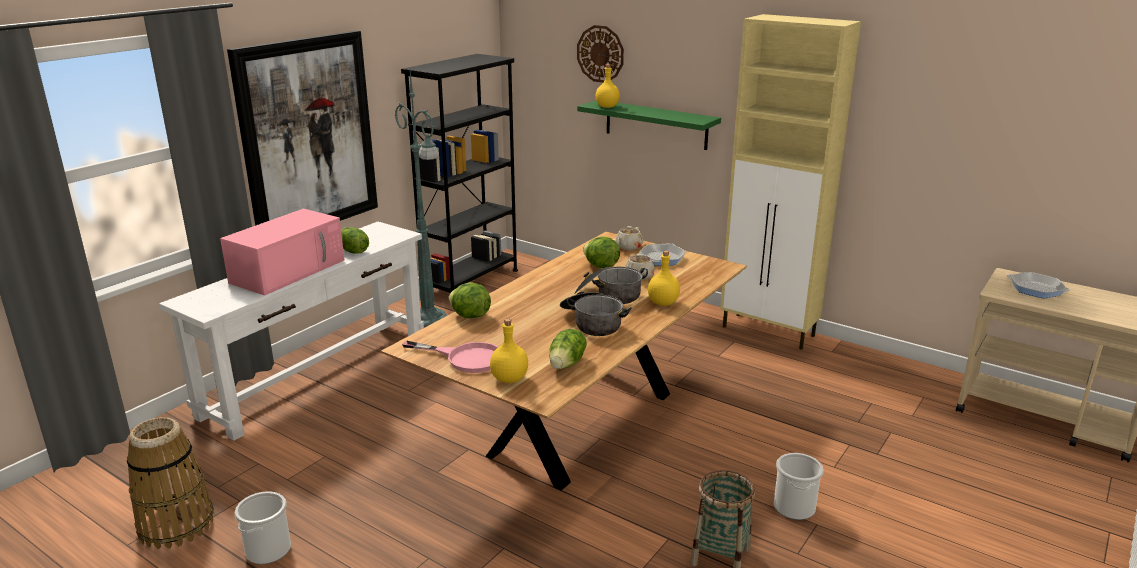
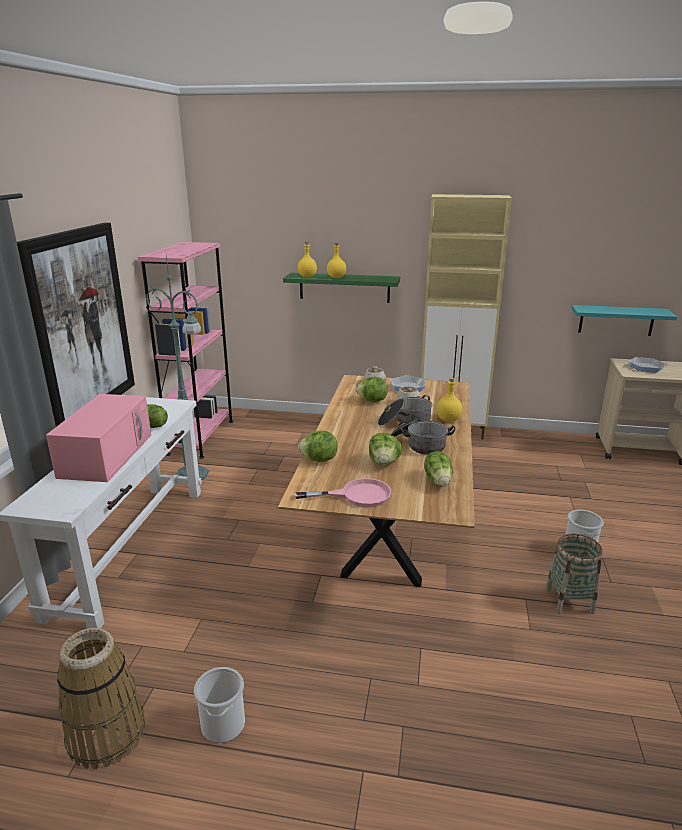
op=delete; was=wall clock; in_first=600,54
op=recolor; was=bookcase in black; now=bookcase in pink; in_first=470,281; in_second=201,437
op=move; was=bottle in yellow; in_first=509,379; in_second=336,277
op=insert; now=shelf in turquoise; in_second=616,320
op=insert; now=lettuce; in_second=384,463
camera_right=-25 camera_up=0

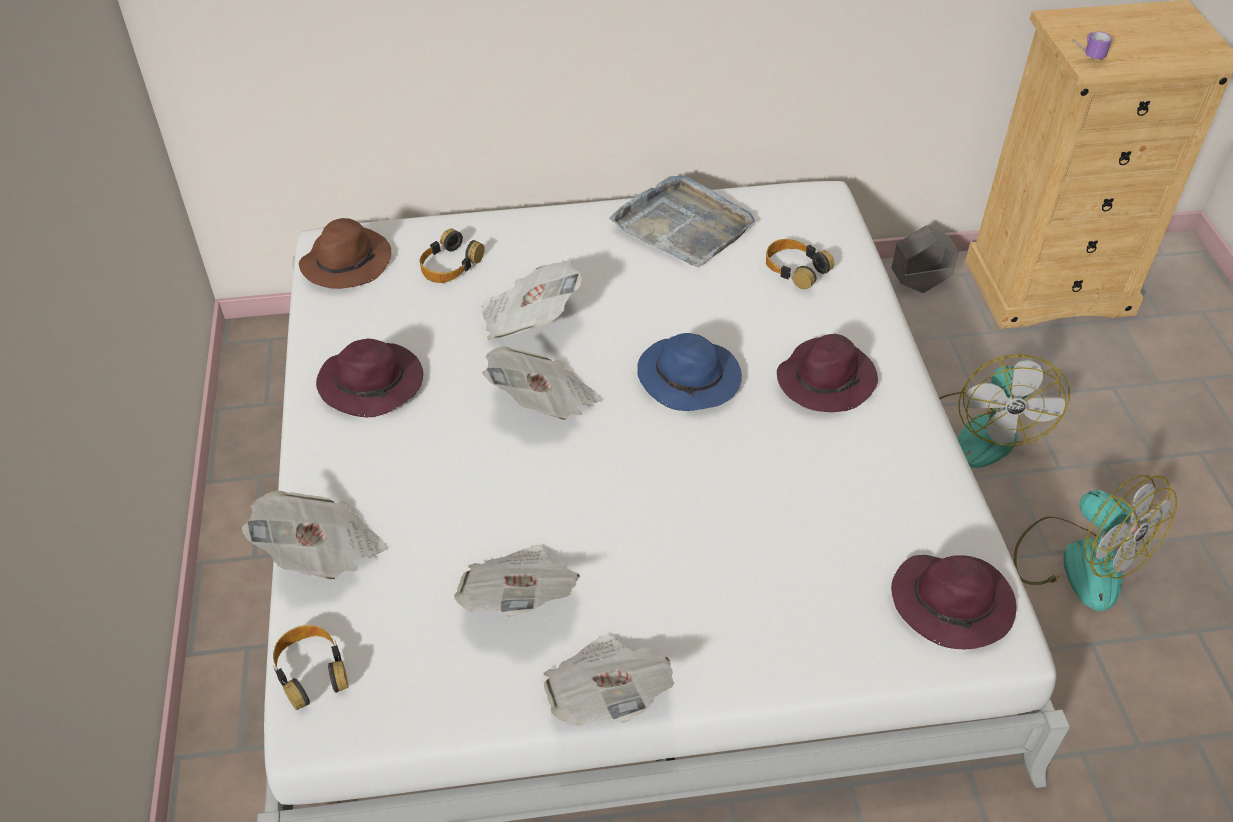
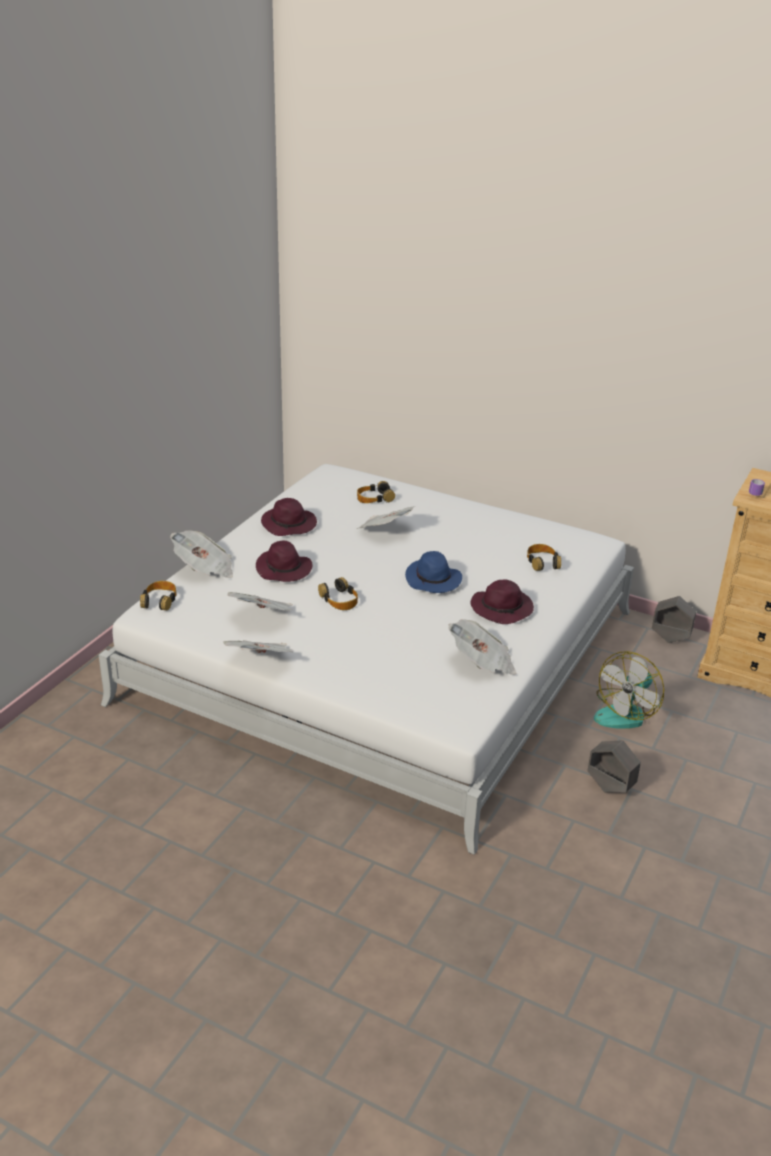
op=delete; was=tray in grey; in_first=683,225
op=delete; was=hat in brown; in_first=347,261
op=move; was=newspaper; in_first=544,403; in_second=482,663
op=replace; was=fan; now=planter in grey; in_first=1077,561; in_second=610,787
op=move; was=hat in purple; in_first=953,603; in_second=284,569
op=insert; now=headphones; in_second=339,600
camera_right=35 camera_up=-15

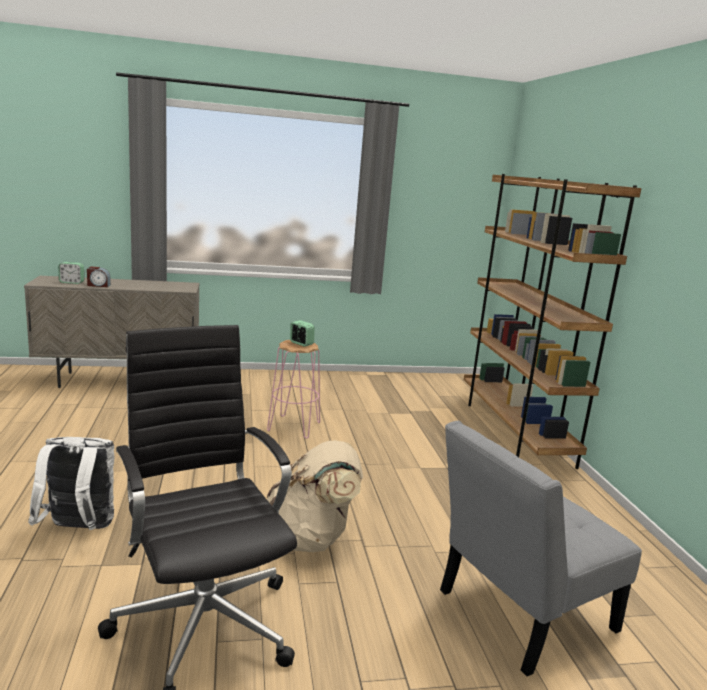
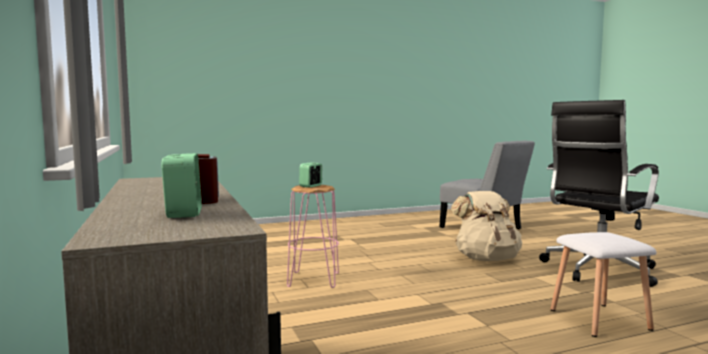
op=delete; was=bookcase in brown; in_first=514,430
op=replace; was=backpack in white; now=stool in white; in_first=78,529; in_second=601,320
camera_right=-100 camera_up=-10

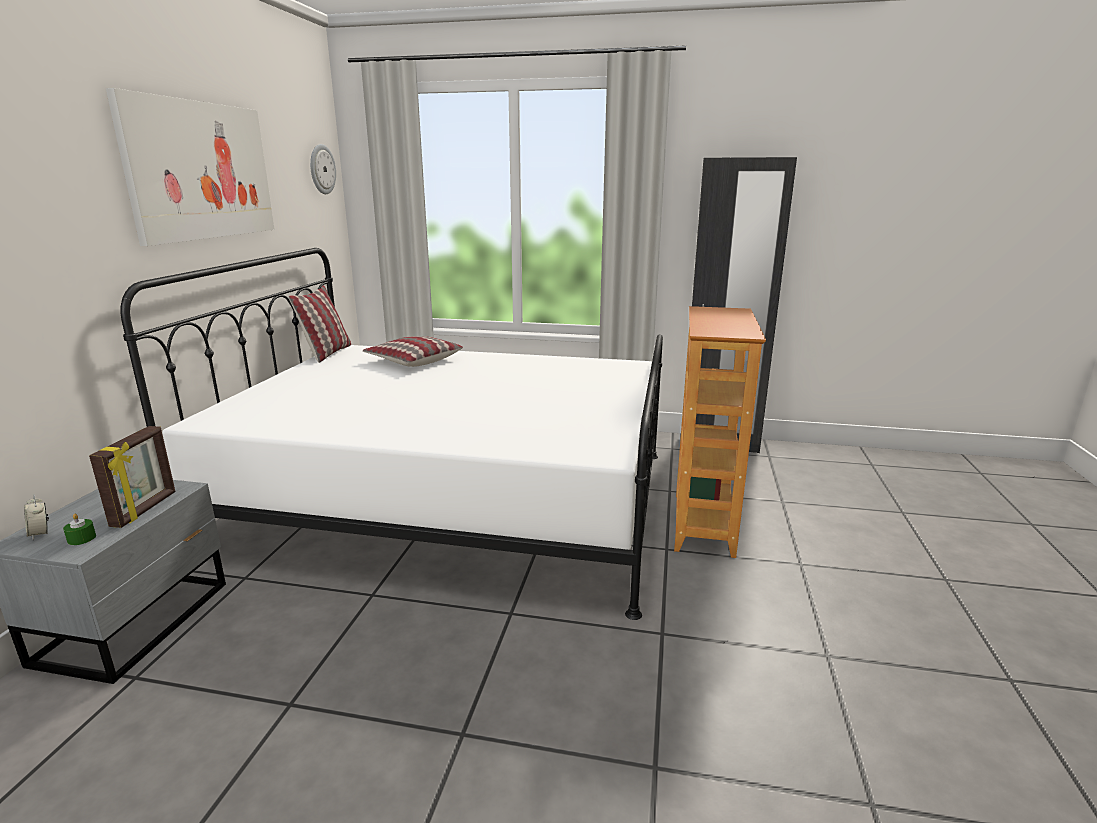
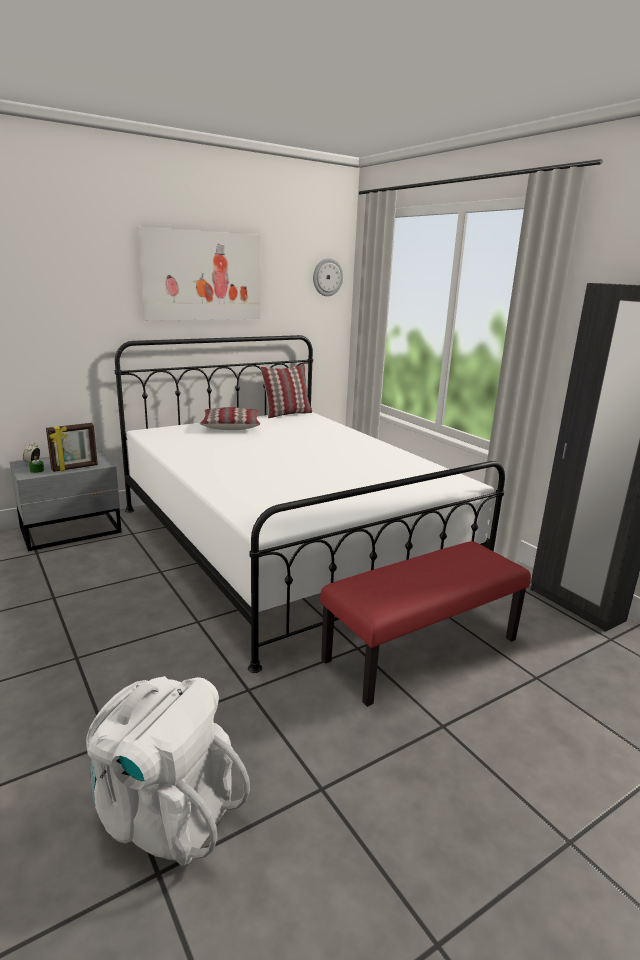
op=replace; was=bookcase; now=bench in red; in_first=701,523; in_second=421,649
op=move; was=pillow; in_first=413,360; in_second=231,426
op=insert; now=backpack in white; in_second=165,813
camera_right=45 camera_up=0

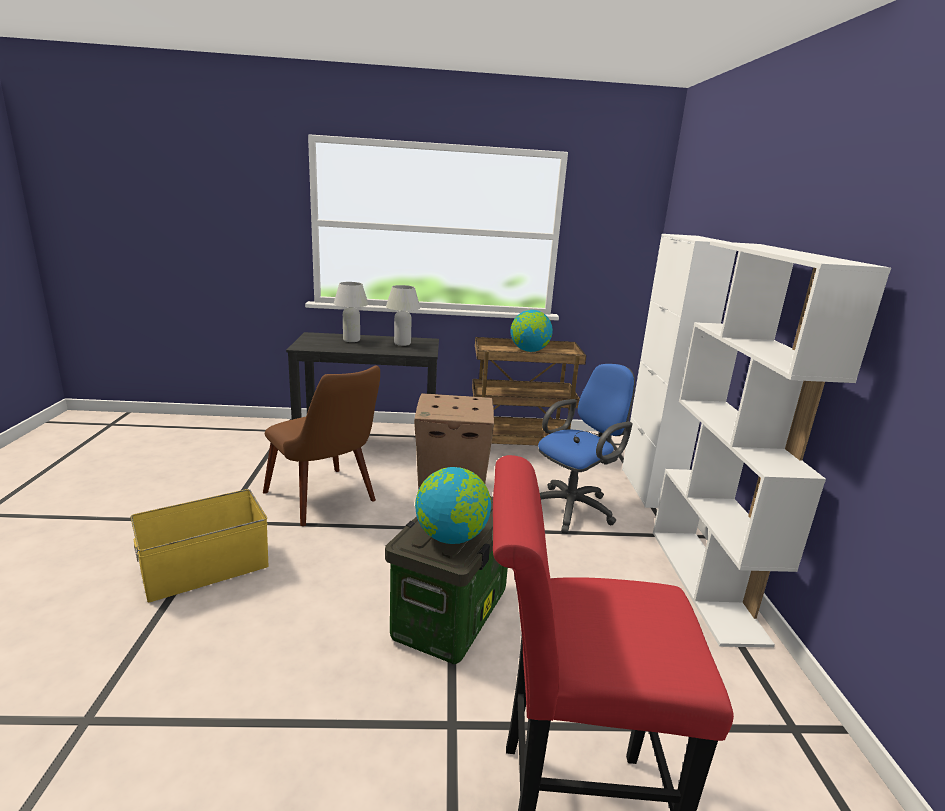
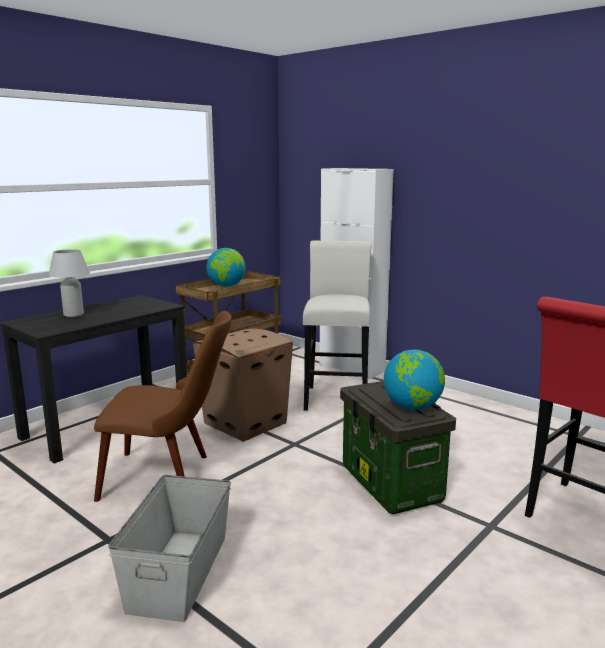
op=delete; was=bookcase in white; in_first=706,583
op=delete; was=table lamp in white; in_first=402,343
op=replace; was=office chair in blue; now=stool in white; in_first=574,508; in_second=337,397
op=recolor; was=storage box in yellow; now=storage box in grey; in_first=205,569; in_second=178,572
camera_right=-45 camera_up=-5

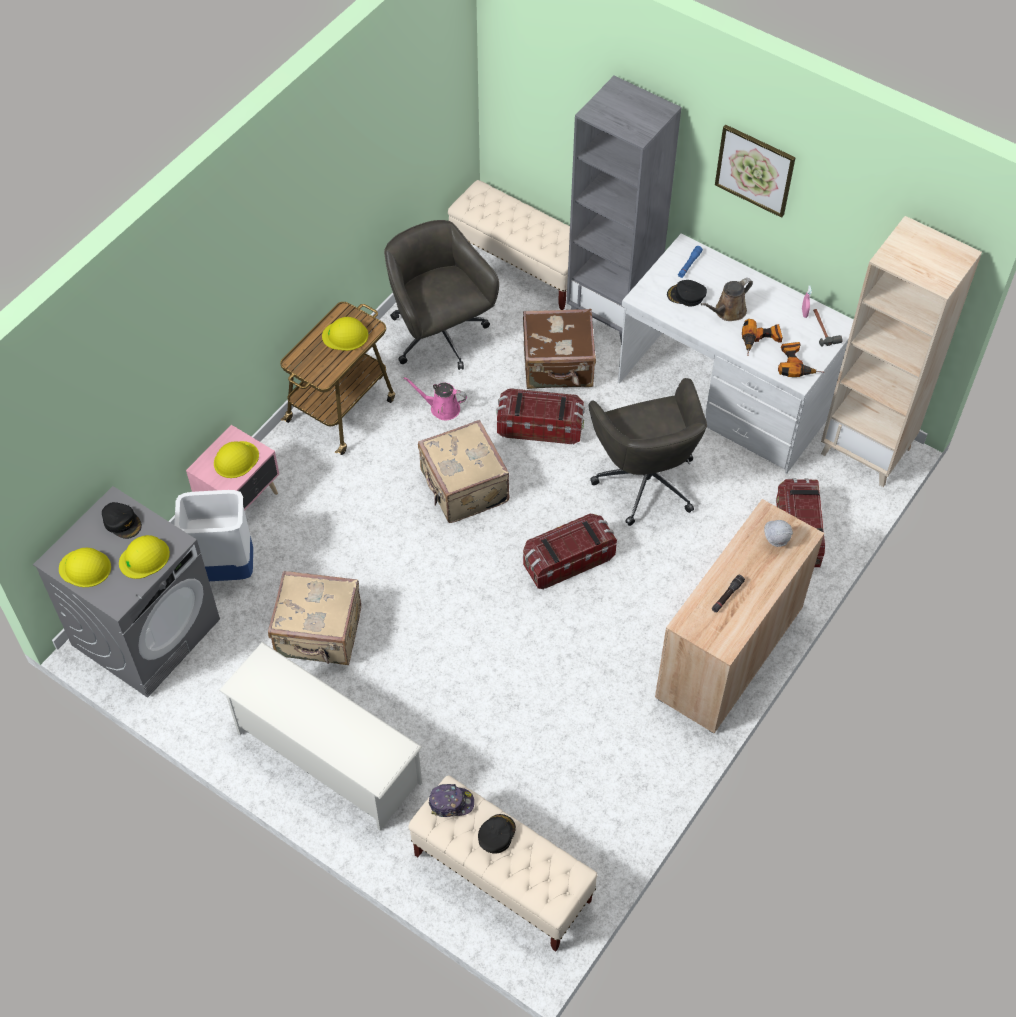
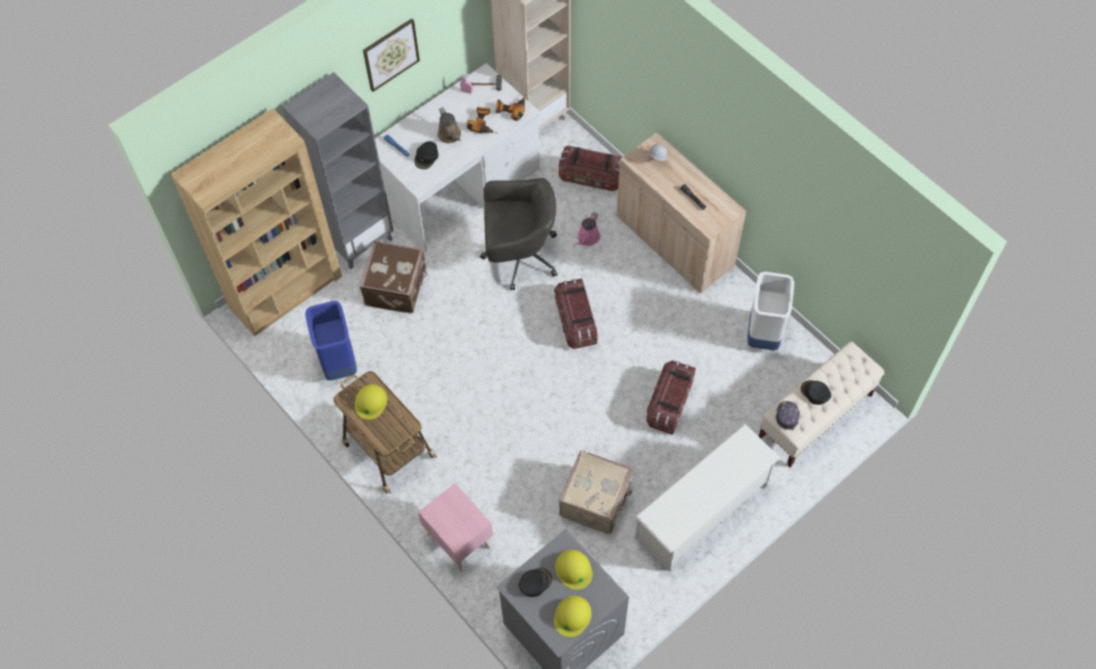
op=replace; was=bench in beige; now=bookcase in brown; in_first=520,266; in_second=286,291
op=replace; was=office chair in grey; now=trash can in blue; in_first=439,337; in_second=338,364
op=move; was=watering can in pink; in_first=441,408; in_second=587,238
op=move; was=storage box; in_first=540,427; in_second=669,403
op=delete; was=suitcase in beige; in_first=463,488
op=delete; was=hard hat in yellow; in_first=236,460
op=move; was=trash can in white; in_first=225,569; in_second=763,334
camera_right=-75 camera_up=5

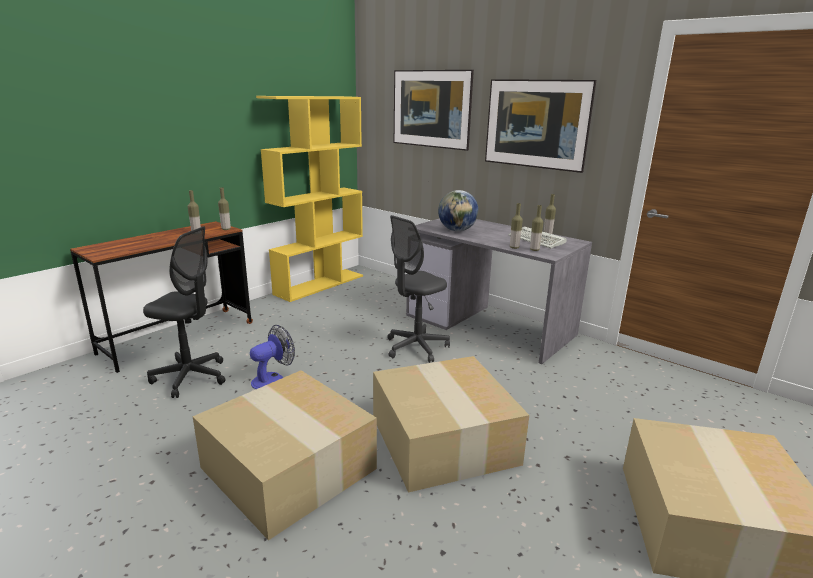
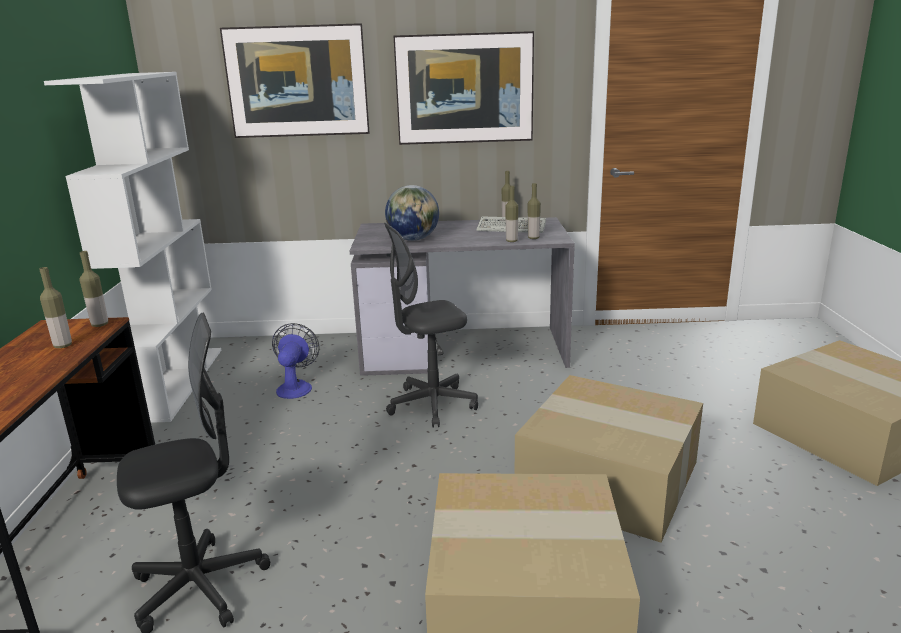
op=recolor; was=bookcase in yellow; now=bookcase in white; in_first=320,284; in_second=176,382
op=rotate; was=office chair in grey; in_first=416,347; in_second=432,405; clockwise=60
op=move; was=fan; in_first=273,379; in_second=296,386
camera_right=-40 camera_up=0

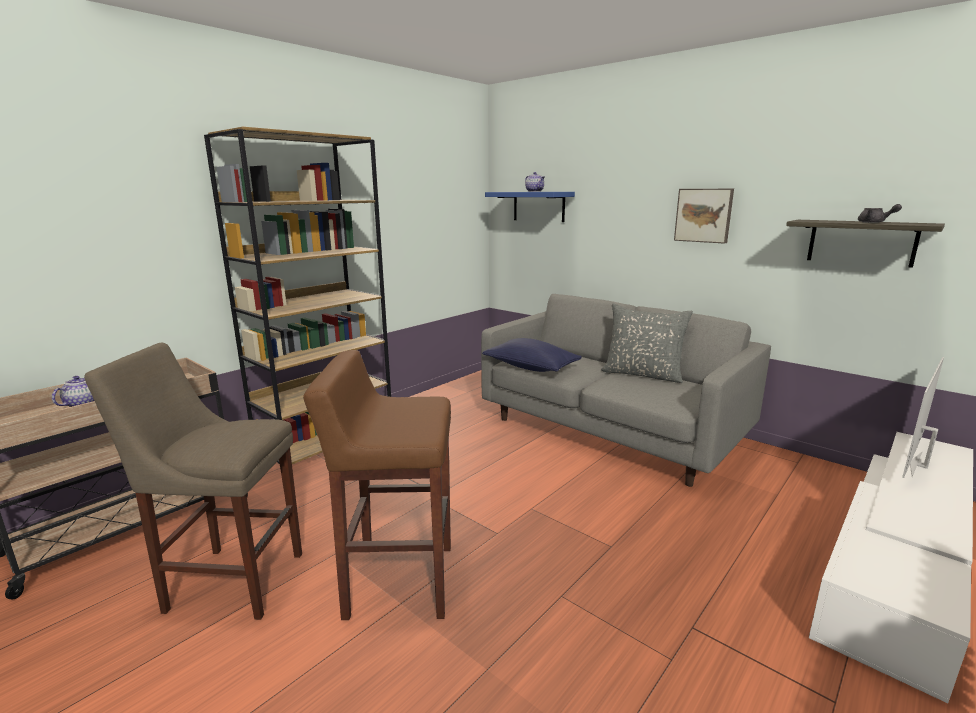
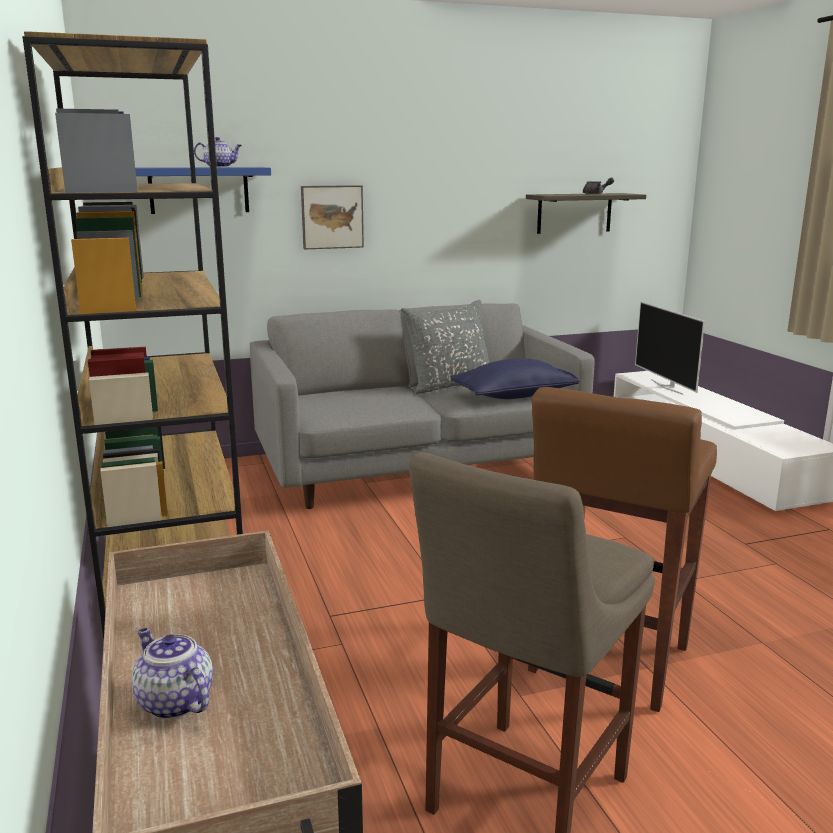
op=move; was=picture; in_first=703,215; in_second=332,217
op=move; was=pillow in blue; in_first=531,367; in_second=514,396
camera_right=-60 camera_up=0

